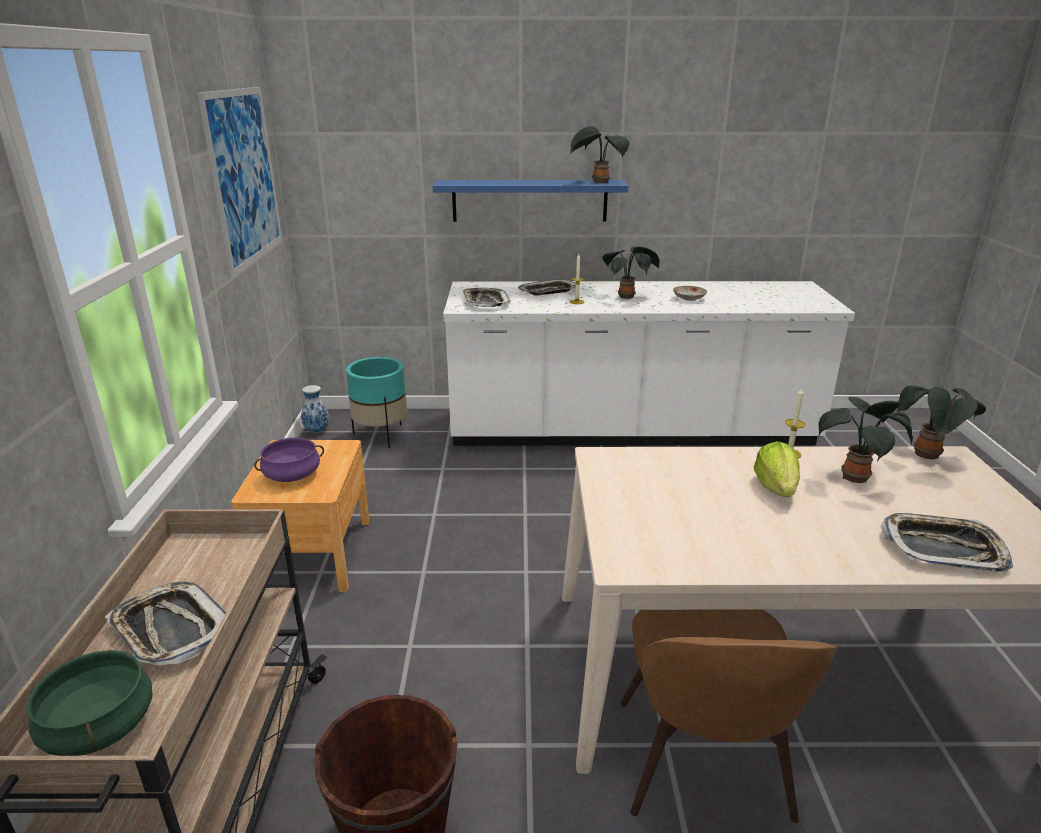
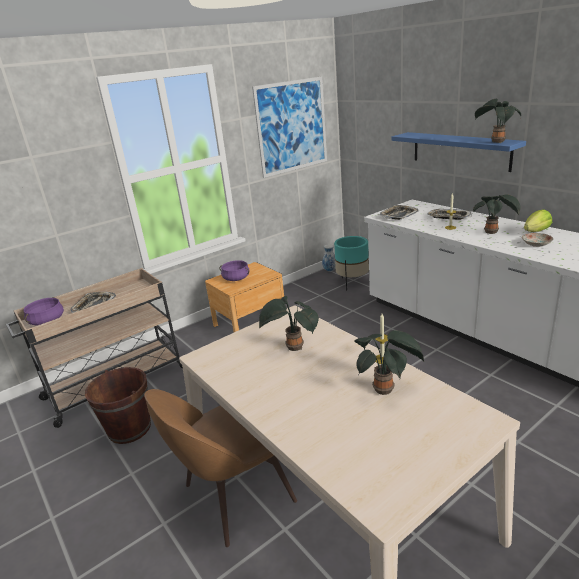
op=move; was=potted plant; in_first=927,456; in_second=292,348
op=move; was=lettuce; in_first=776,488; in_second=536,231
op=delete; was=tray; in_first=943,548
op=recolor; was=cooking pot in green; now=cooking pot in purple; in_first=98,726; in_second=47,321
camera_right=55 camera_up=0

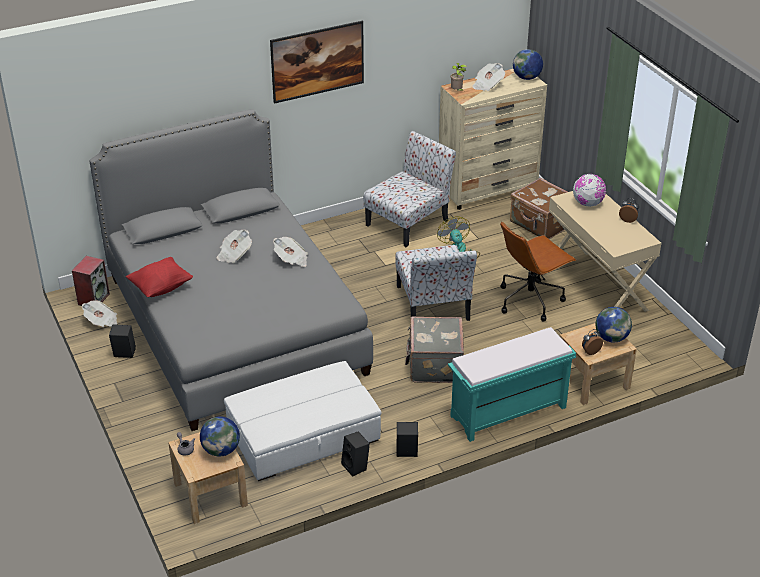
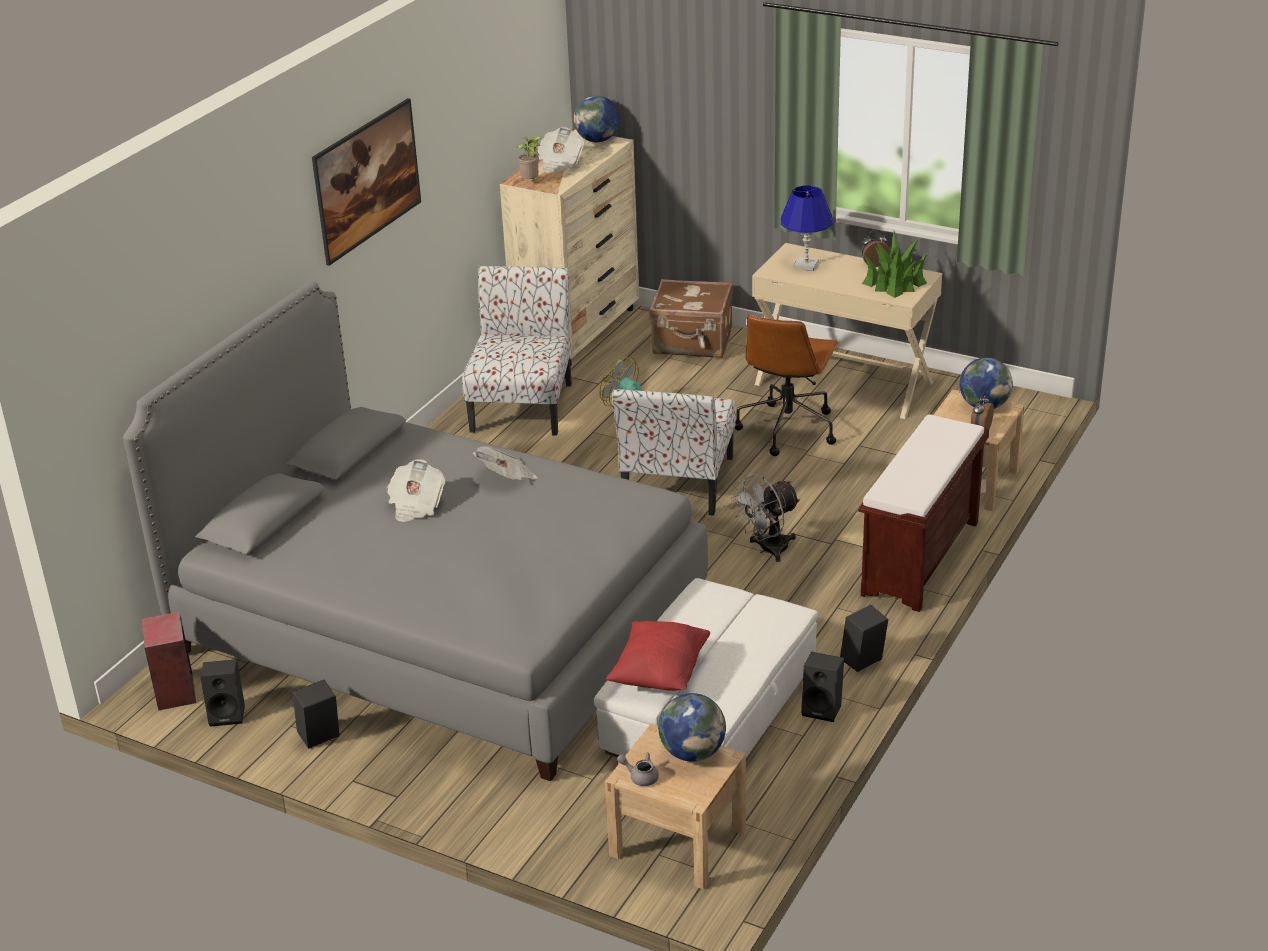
op=replace; was=globe; now=table lamp in blue; in_first=588,203; in_second=805,265
op=rotate; was=chair; in_first=433,304; in_second=677,484; clockwise=60
op=move; was=pillow in red; in_first=161,287; in_second=660,673
op=replace; was=newspaper; now=speaker in black; in_first=102,322; in_second=228,714
op=replace; was=suitcase in grey; now=fan in grey; in_first=434,365; in_second=767,550
op=recolor; was=bench in turquoise; now=bench in brown; in_first=507,412; in_second=920,559
op=insert; now=potted plant; in_second=894,283
camera_right=-35 camera_up=-5

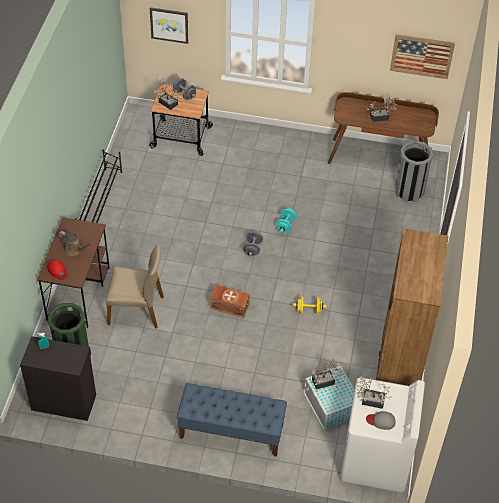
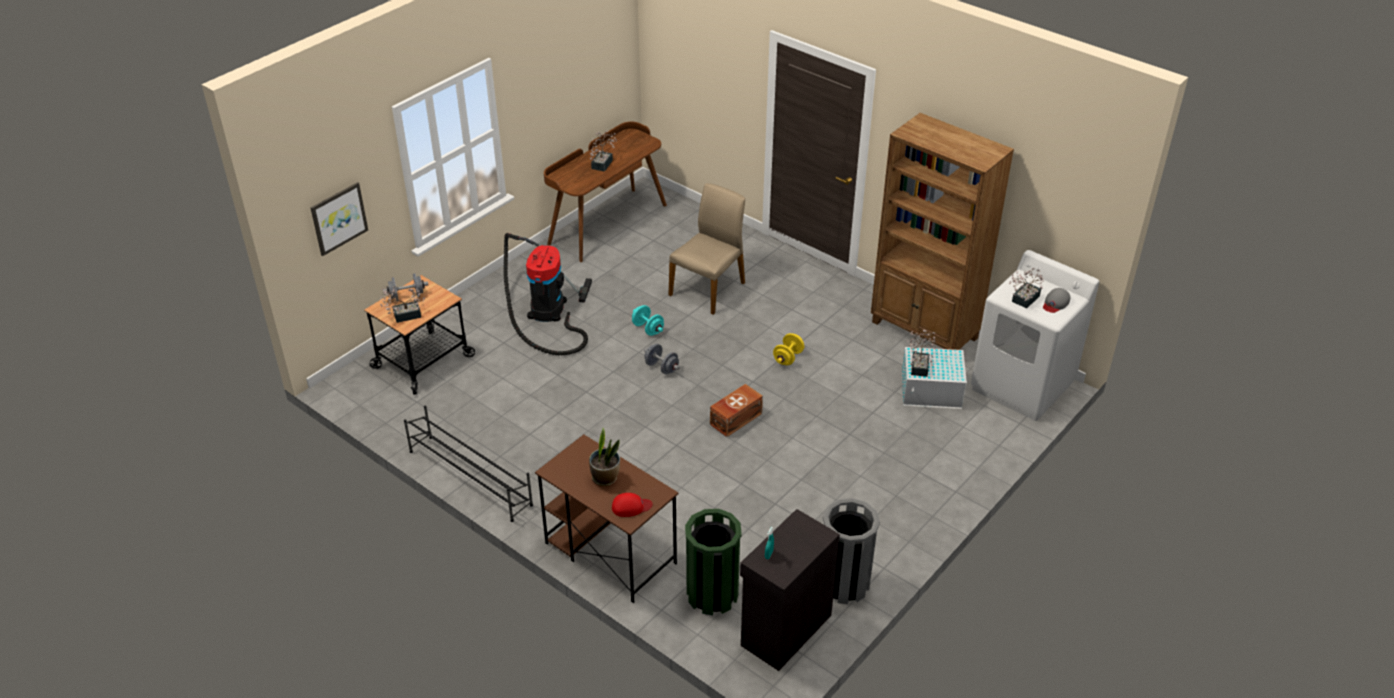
op=delete; was=picture; in_first=422,56
op=move; was=trash can in grey; in_first=409,191; in_second=843,584
op=replace; was=watering can in brown; now=potted plant; in_first=74,249; in_second=605,478
op=move; was=chair in beige; in_first=137,309; in_second=708,289
op=delete; was=bench in blue; in_first=231,432
op=insert; now=vacuum cleaner; in_second=547,312
camera_right=-60 camera_up=-10

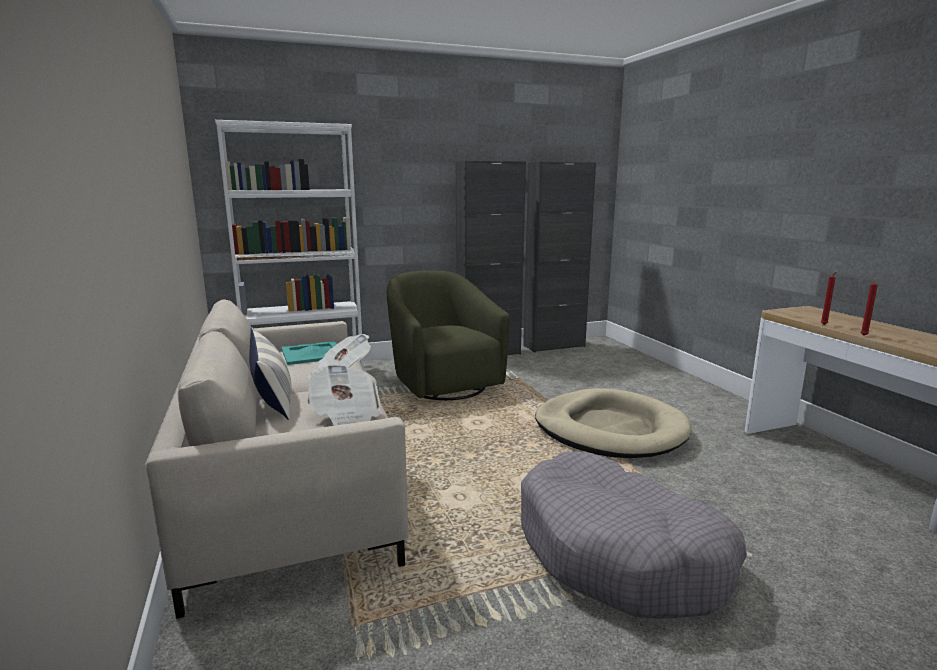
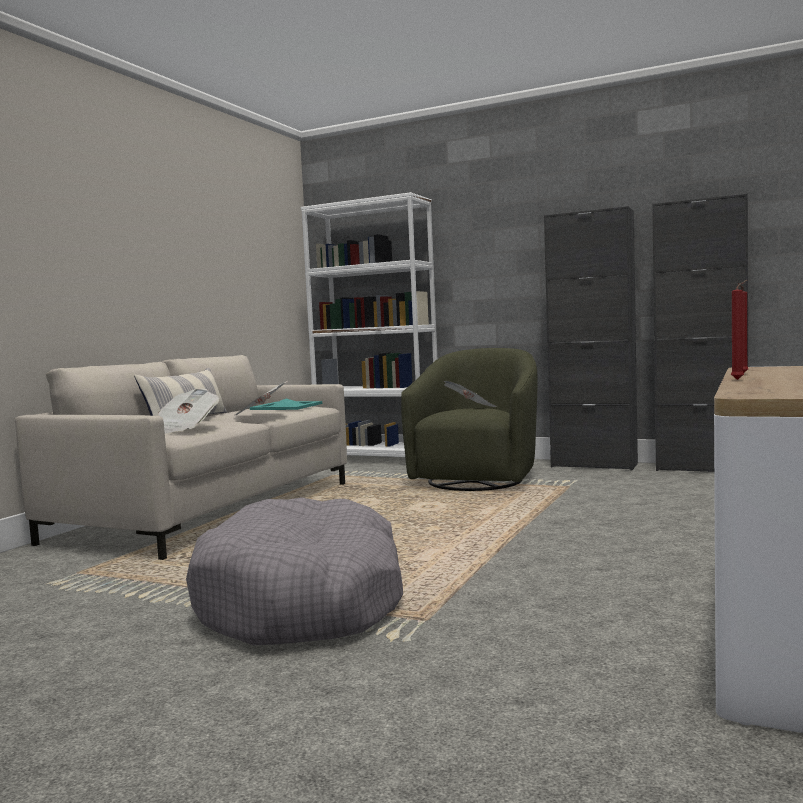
op=delete; was=dog bed in beige; in_first=609,429
op=insert; now=newspaper; in_second=470,408
camera_right=45 camera_up=-10

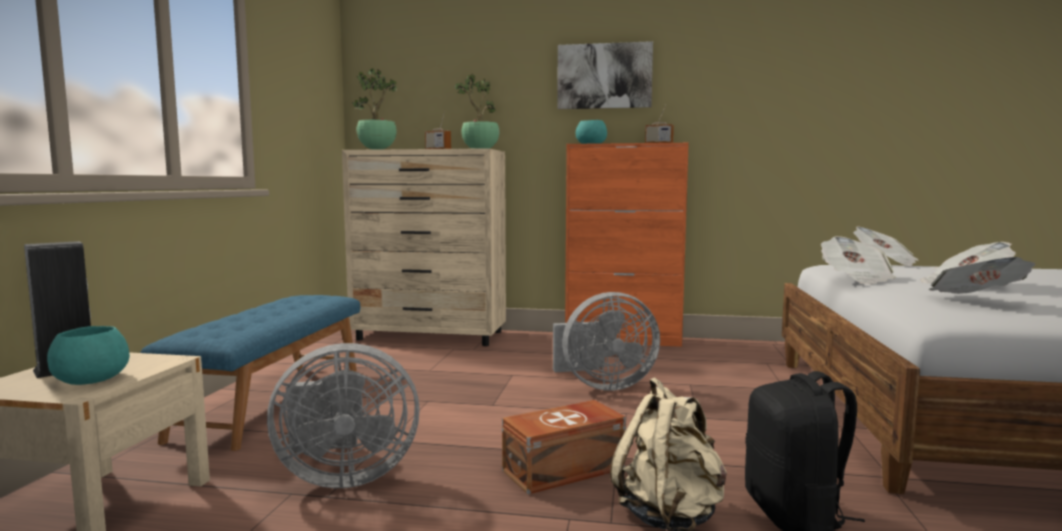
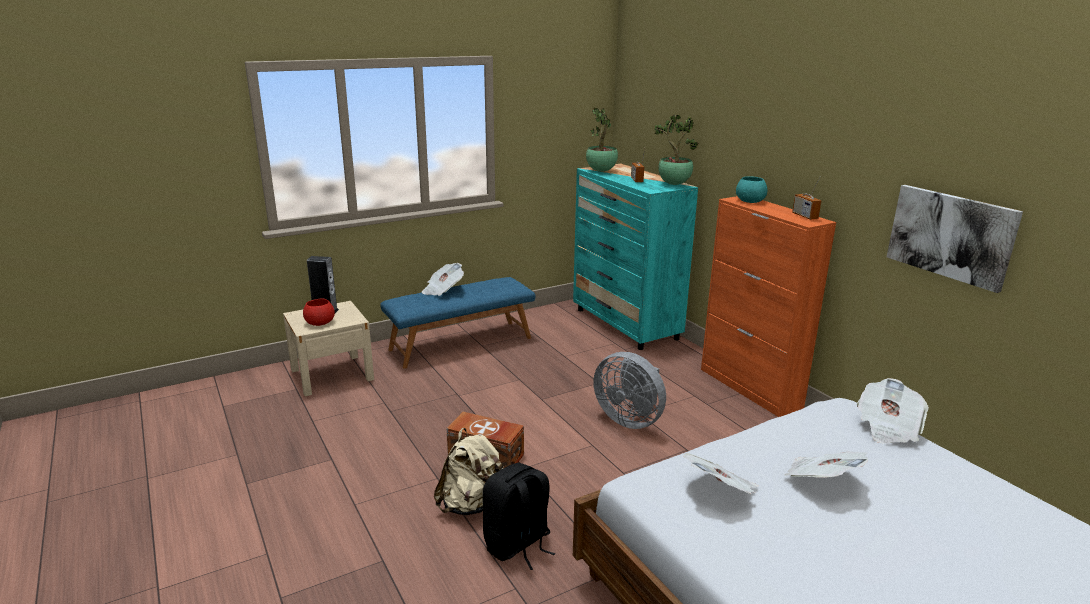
op=move; was=picture; in_first=604,76; in_second=950,235
op=recolor; was=dresser in beige; now=dresser in turquoise; in_first=431,336; in_second=626,324
op=move; was=newspaper; in_first=855,279; in_second=443,290
op=recolor; was=bowl in turquoise; now=bowl in red; in_first=90,380; in_second=319,322
op=delete; was=fan in grey; in_first=343,476
camera_right=50 camera_up=15

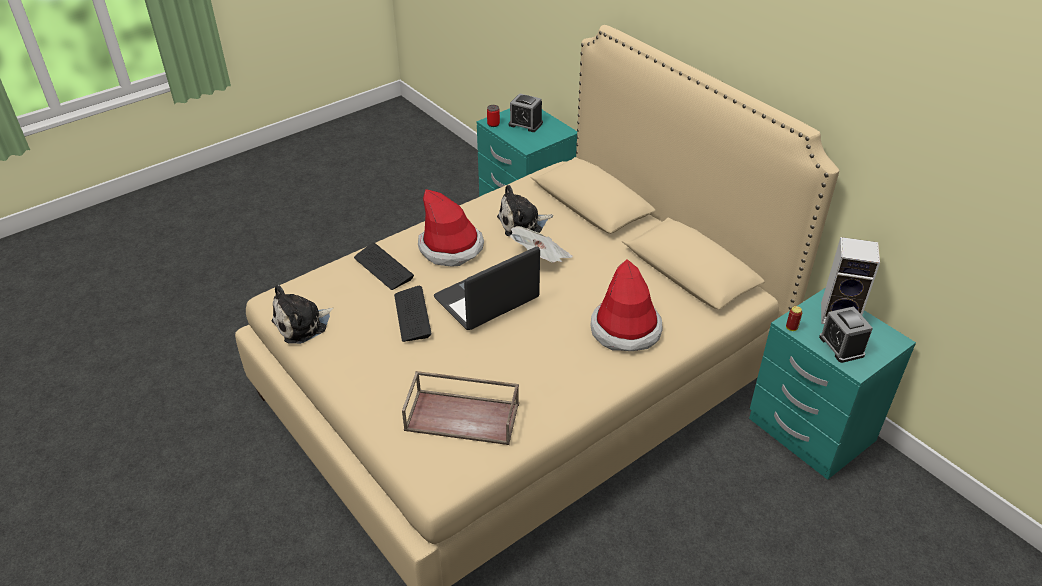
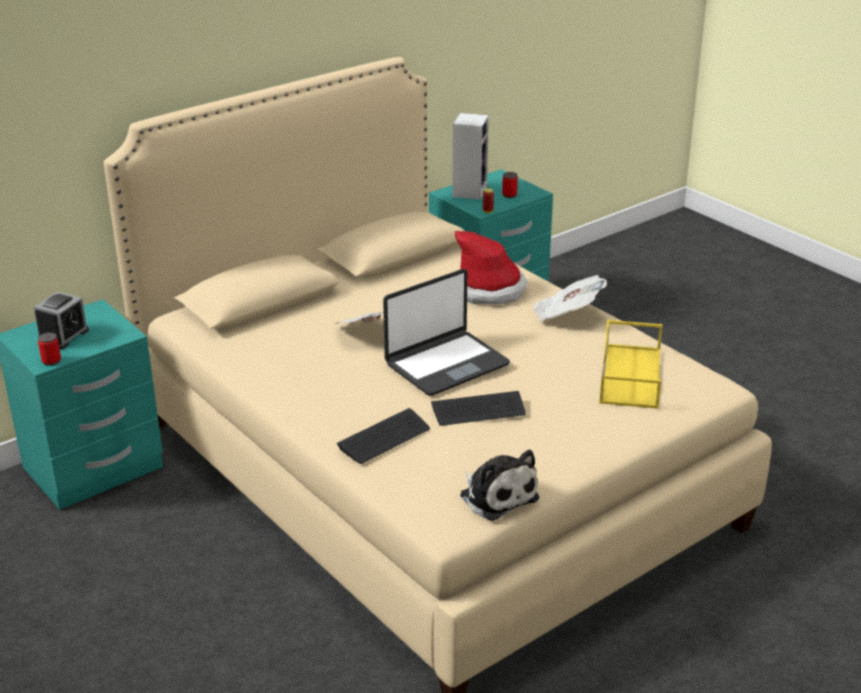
op=delete; was=plush toy; in_first=522,224
op=delete; was=hat; in_first=451,248
op=rotate; was=laptop; in_first=487,299; in_second=446,364; clockwise=-90
op=replace; was=alarm clock; now=can; in_first=841,346; in_second=509,195
op=recolor; was=tray in brown; now=tray in yellow; in_first=463,416; in_second=629,375
op=insert; now=newspaper; in_second=566,315
camera_right=-90 camera_up=-10

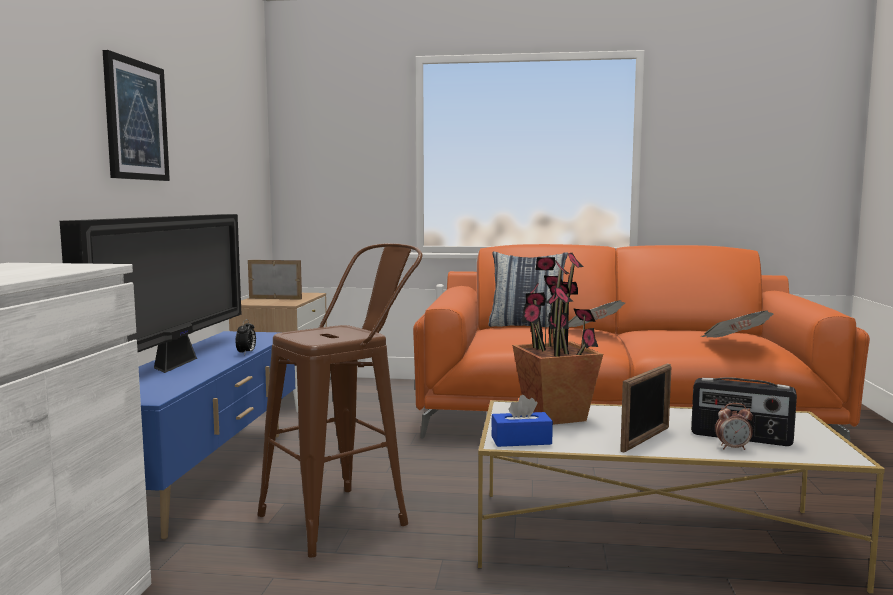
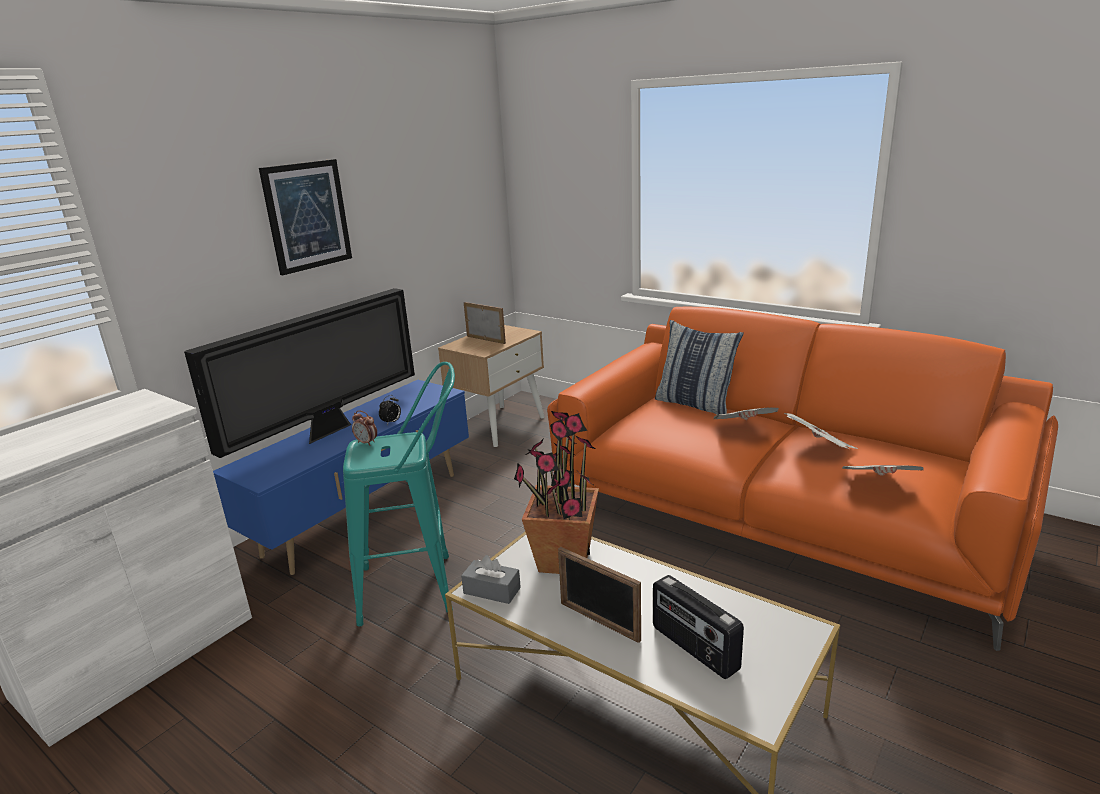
op=recolor; was=stool in brown; now=stool in turquoise; in_first=347,516; in_second=420,587
op=rotate; was=picture frame; in_first=646,439; in_second=599,621; clockwise=60
op=recolor; was=tissue box in blue; now=tissue box in grey; in_first=521,440; in_second=492,590
op=move; was=alarm clock; in_first=732,448; in_second=366,443
op=insert; now=newspaper; in_second=819,449
camera_right=30 camera_up=15

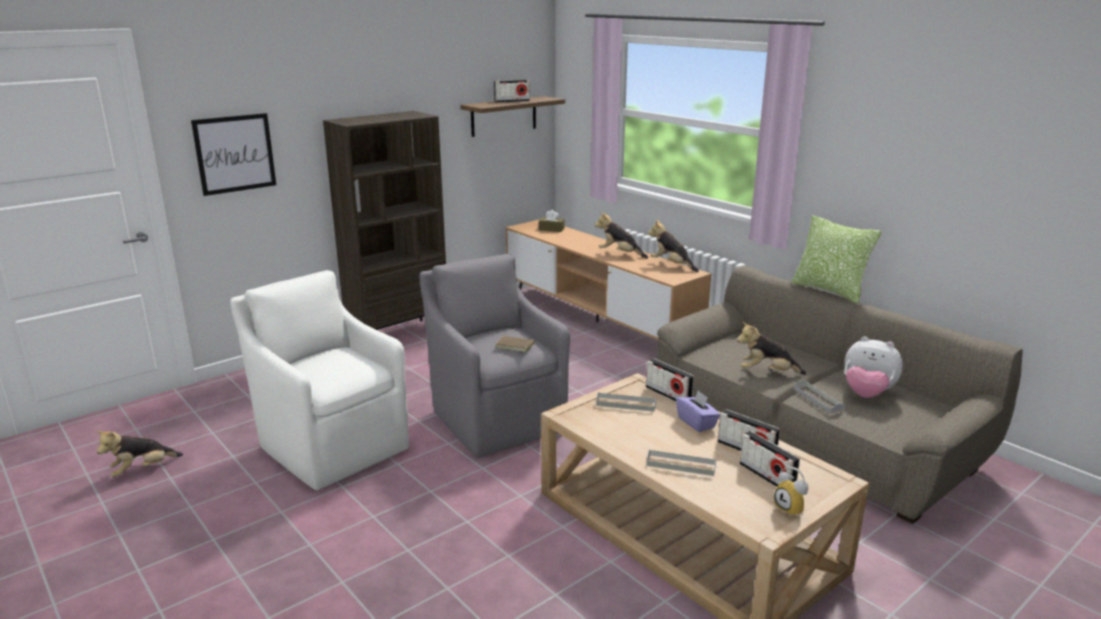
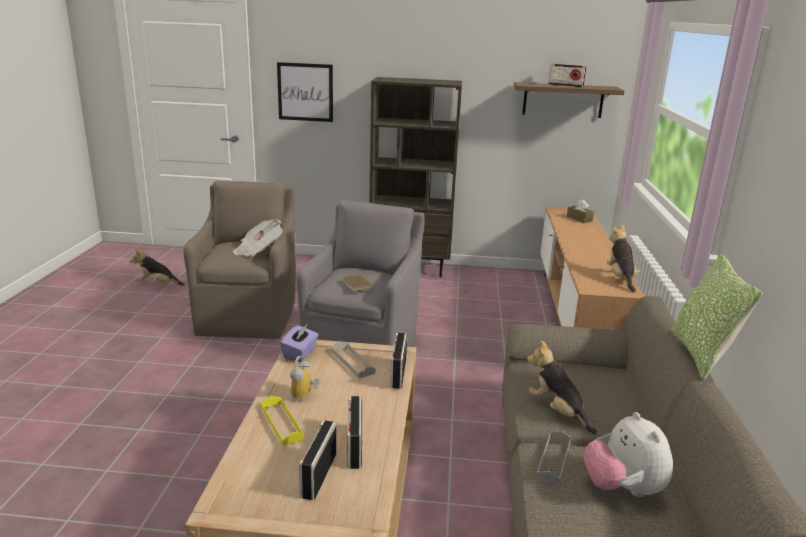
op=delete; was=plush toy; in_first=619,254
op=recolor; was=armchair in white; now=armchair in brown; in_first=332,445; in_second=249,316
op=move; was=tissue box in purple; in_first=697,423; in_second=300,353
op=recolor; was=tray in grey; now=tray in yellow; in_first=681,465; in_second=281,423
op=move; was=alarm clock; in_first=792,509; in_second=305,396
op=insert; now=newspaper; in_second=258,250
camera_right=45 camera_up=0

